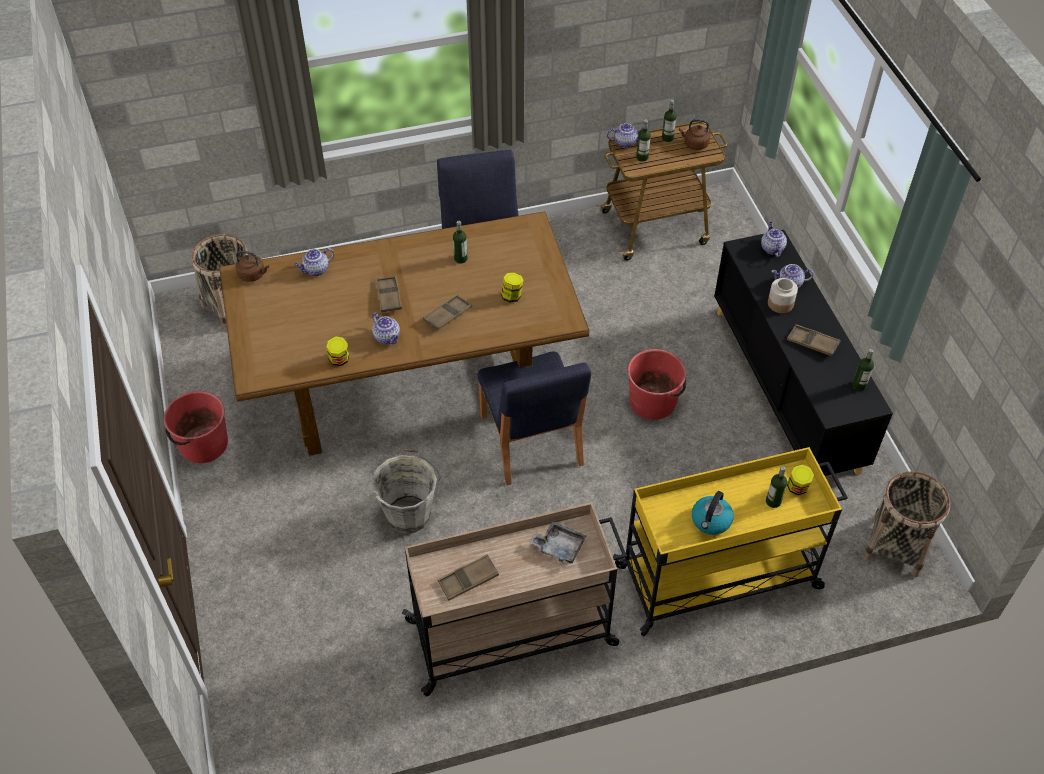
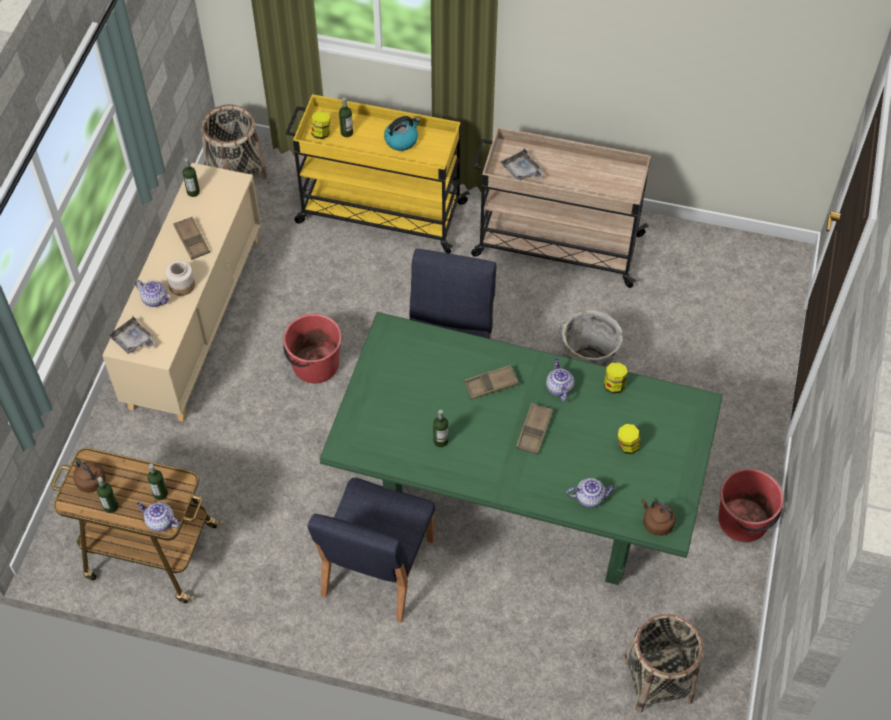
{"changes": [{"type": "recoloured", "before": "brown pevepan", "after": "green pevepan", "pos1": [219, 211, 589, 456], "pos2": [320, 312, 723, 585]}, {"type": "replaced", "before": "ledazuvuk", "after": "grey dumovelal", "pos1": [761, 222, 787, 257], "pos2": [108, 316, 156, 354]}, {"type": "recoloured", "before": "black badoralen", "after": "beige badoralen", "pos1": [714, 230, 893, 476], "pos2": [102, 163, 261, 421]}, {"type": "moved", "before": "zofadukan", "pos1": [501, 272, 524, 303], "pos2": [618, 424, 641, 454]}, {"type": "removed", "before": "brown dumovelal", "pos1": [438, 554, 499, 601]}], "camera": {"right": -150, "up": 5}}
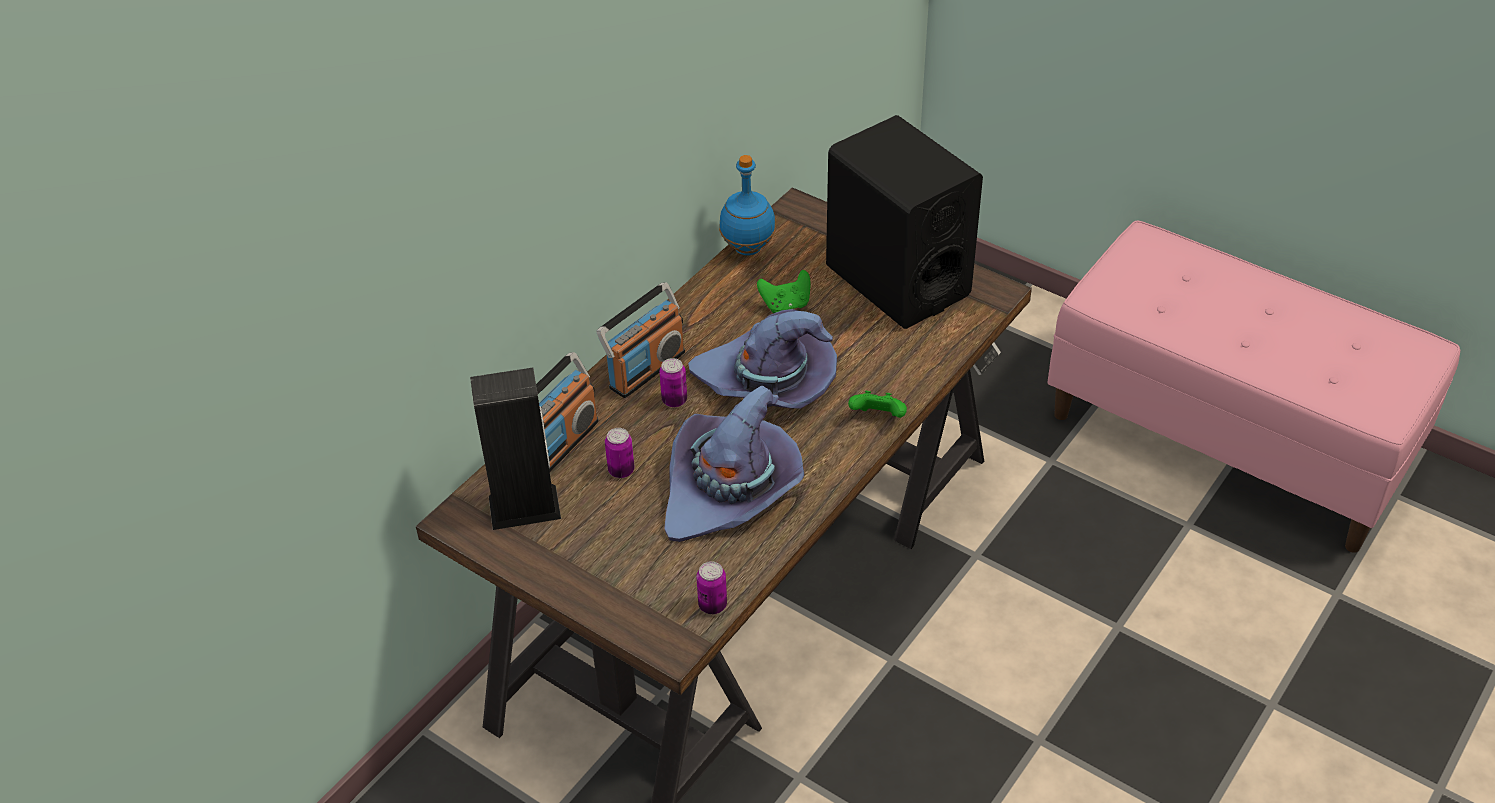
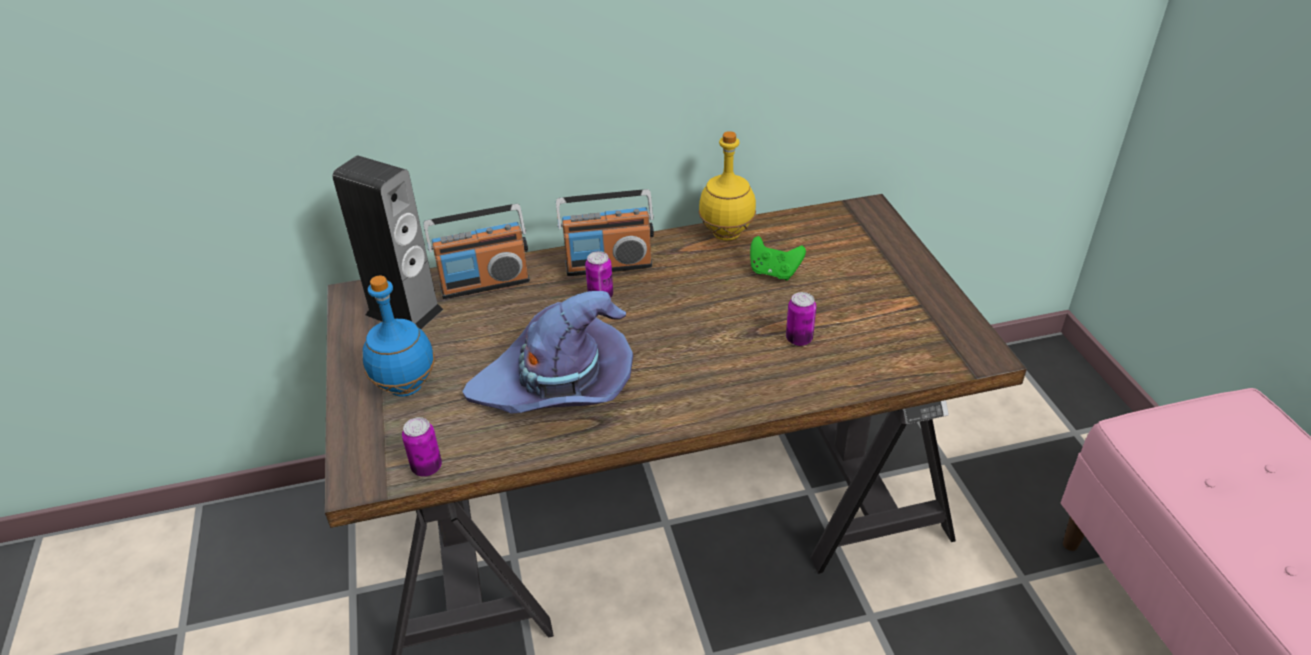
{"changes": [{"type": "removed", "before": "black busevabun", "pos1": [826, 115, 983, 329]}, {"type": "moved", "before": "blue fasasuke", "pos1": [719, 155, 776, 255], "pos2": [363, 276, 435, 397]}, {"type": "removed", "before": "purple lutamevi", "pos1": [688, 309, 837, 409]}, {"type": "removed", "before": "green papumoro", "pos1": [848, 391, 907, 418]}, {"type": "moved", "before": "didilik", "pos1": [605, 428, 635, 478], "pos2": [786, 292, 816, 346]}, {"type": "added", "after": "yellow fasasuke", "pos2": [699, 131, 756, 240]}], "camera": {"right": 40, "up": -5}}
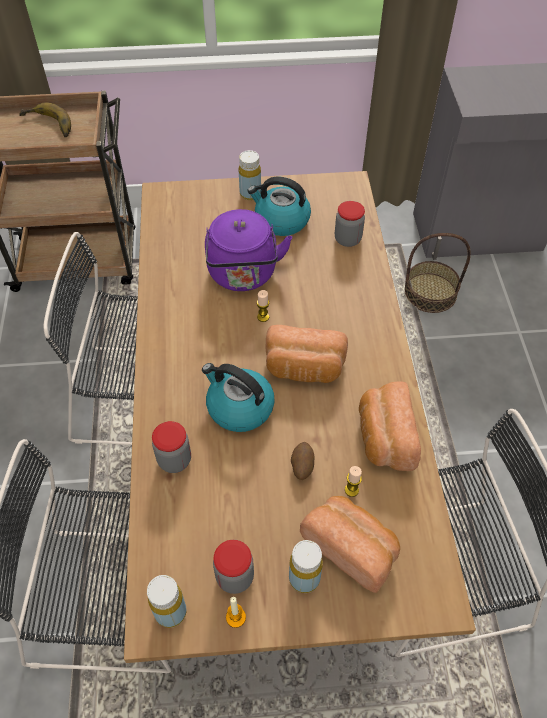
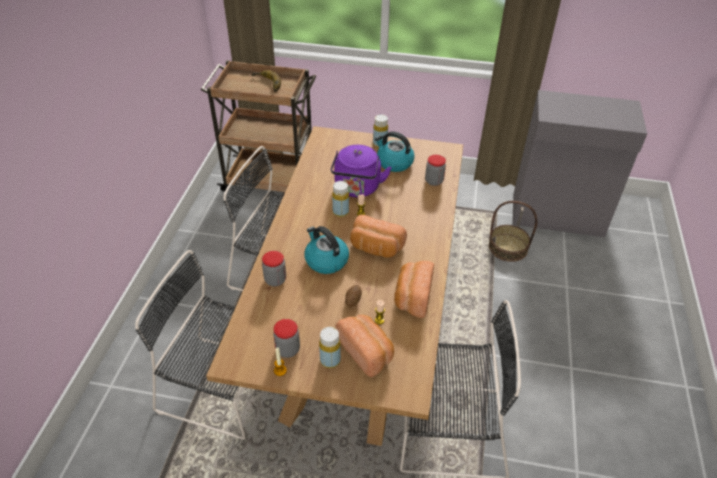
{"changes": [{"type": "moved", "before": "yellow fasasuke", "pos1": [147, 575, 187, 628], "pos2": [332, 181, 349, 217]}], "camera": {"right": 15, "up": -10}}
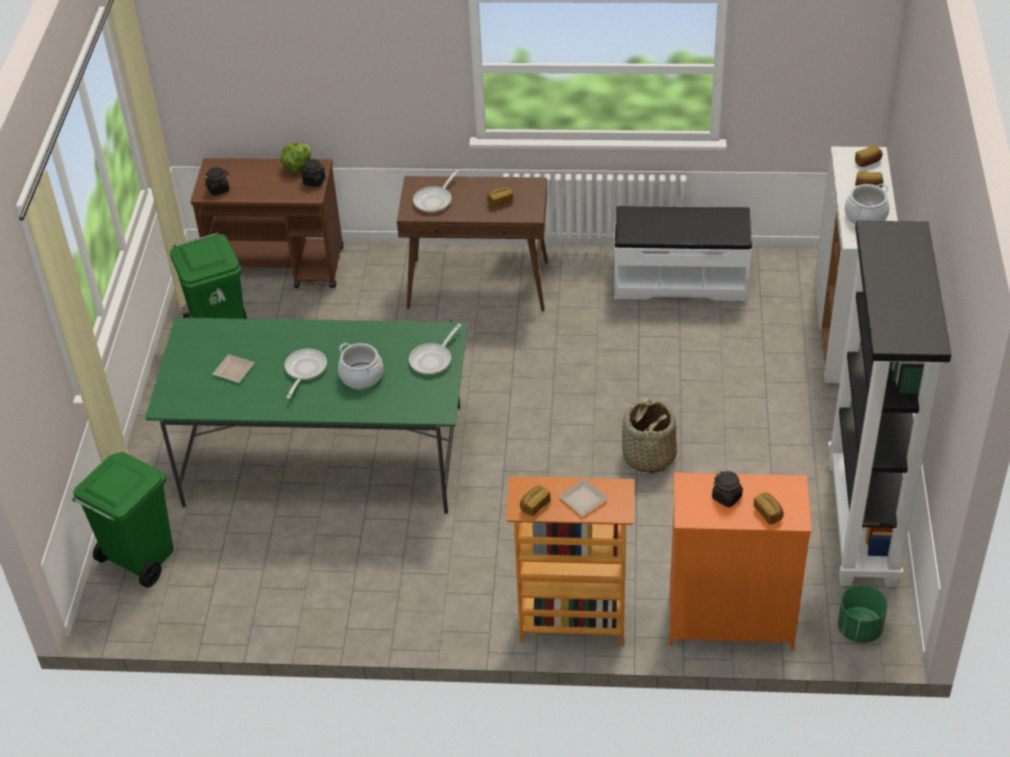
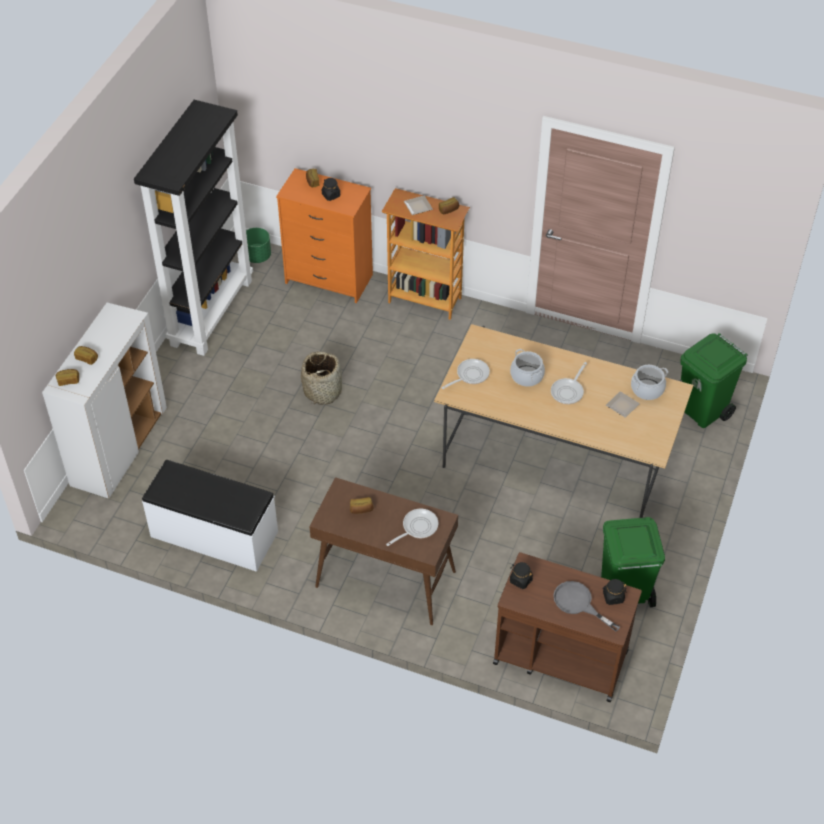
{"changes": [{"type": "removed", "before": "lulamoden", "pos1": [281, 143, 311, 172]}, {"type": "moved", "before": "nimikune", "pos1": [845, 184, 890, 225], "pos2": [631, 365, 668, 400]}, {"type": "recoloured", "before": "green pevepan", "after": "beige pevepan", "pos1": [145, 316, 467, 514], "pos2": [434, 324, 693, 518]}, {"type": "added", "after": "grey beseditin", "pos2": [553, 581, 620, 632]}], "camera": {"right": -165, "up": 5}}
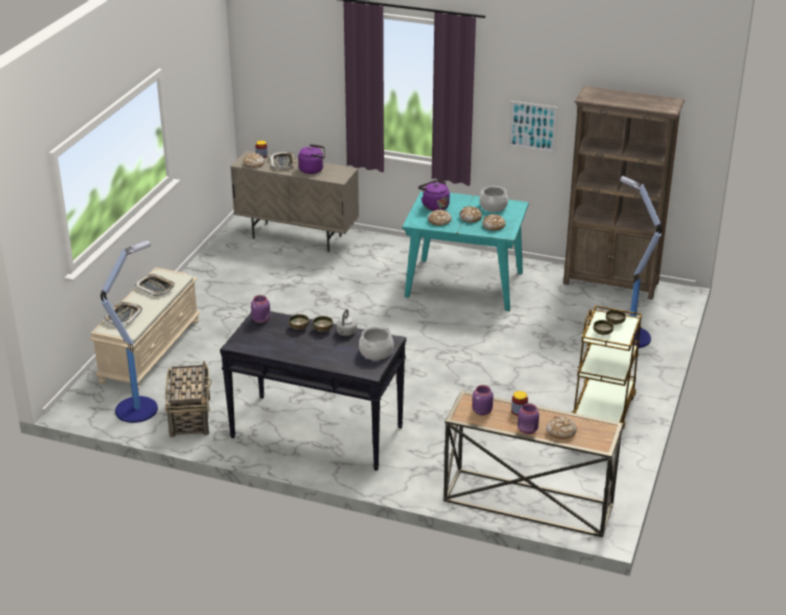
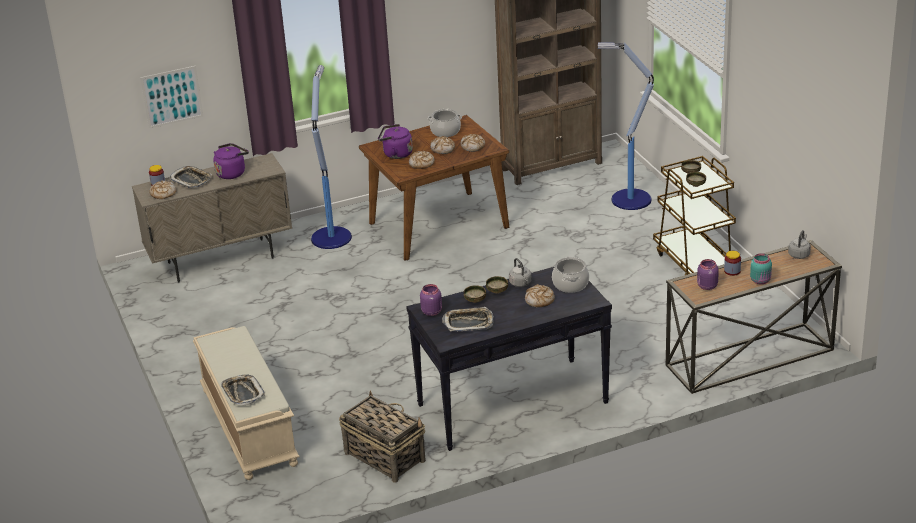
{"changes": [{"type": "moved", "before": "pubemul", "pos1": [507, 101, 558, 153], "pos2": [140, 66, 203, 129]}, {"type": "recoloured", "before": "turquoise pevepan", "after": "brown pevepan", "pos1": [402, 190, 529, 311], "pos2": [359, 115, 509, 261]}, {"type": "moved", "before": "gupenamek", "pos1": [100, 240, 158, 423], "pos2": [311, 65, 352, 249]}, {"type": "moved", "before": "dumovelal", "pos1": [135, 274, 175, 296], "pos2": [442, 307, 493, 332]}, {"type": "recoloured", "before": "purple zofadukan", "after": "turquoise zofadukan", "pos1": [518, 403, 539, 434], "pos2": [750, 253, 772, 284]}, {"type": "moved", "before": "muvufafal", "pos1": [546, 416, 577, 439], "pos2": [525, 284, 555, 307]}, {"type": "added", "after": "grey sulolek", "pos2": [788, 230, 811, 259]}], "camera": {"right": -40, "up": 0}}
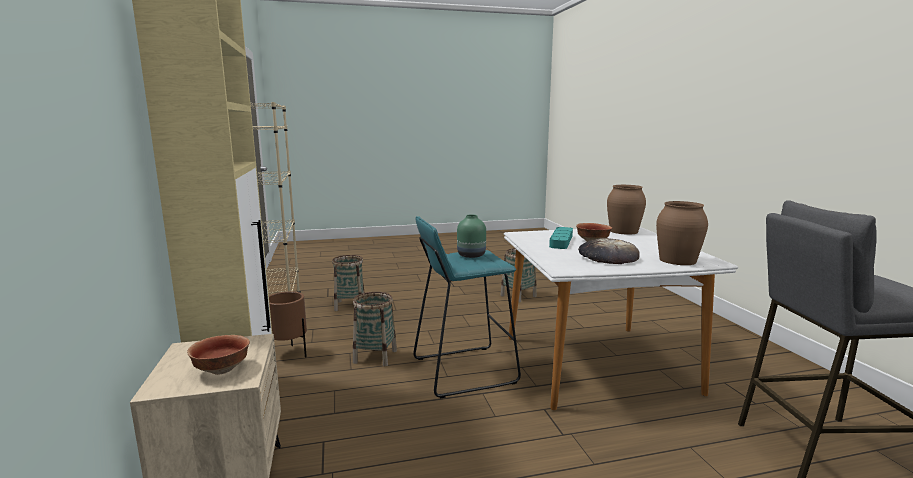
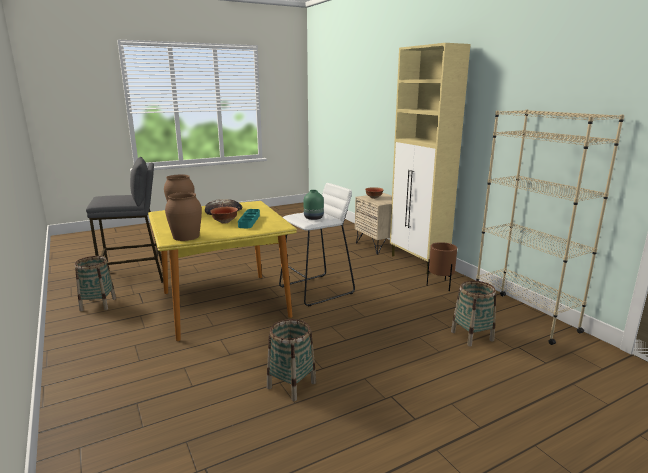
{"changes": [{"type": "recoloured", "before": "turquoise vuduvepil", "after": "white vuduvepil", "pos1": [413, 216, 521, 398], "pos2": [279, 183, 355, 307]}, {"type": "recoloured", "before": "white pevepan", "after": "yellow pevepan", "pos1": [504, 228, 738, 410], "pos2": [148, 201, 297, 341]}, {"type": "moved", "before": "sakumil", "pos1": [353, 292, 397, 366], "pos2": [75, 256, 116, 311]}], "camera": {"right": 165, "up": 5}}
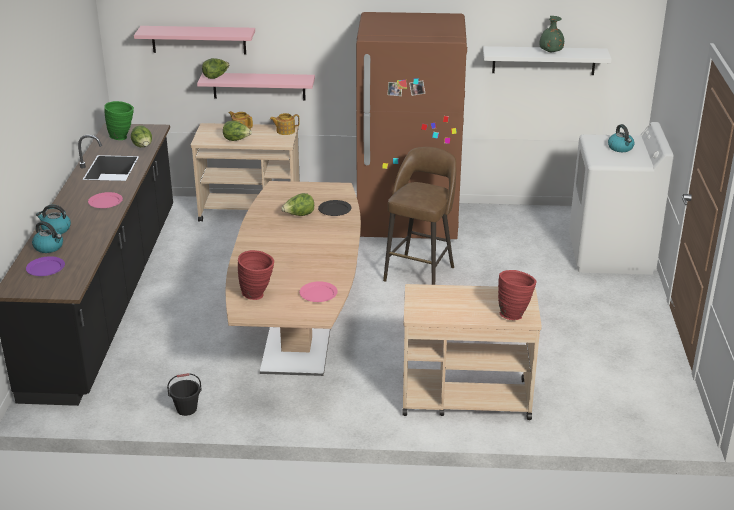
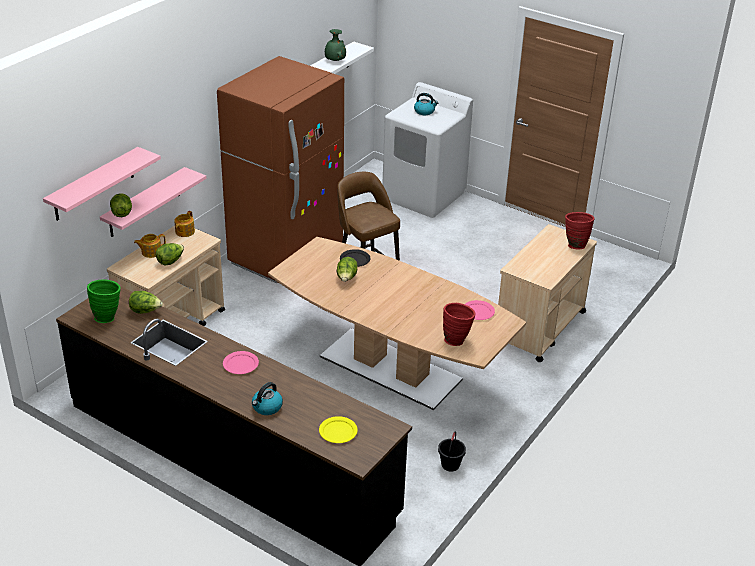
{"changes": [{"type": "removed", "before": "sulolek", "pos1": [32, 221, 63, 253]}, {"type": "recoloured", "before": "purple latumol", "after": "yellow latumol", "pos1": [26, 256, 65, 276], "pos2": [319, 416, 358, 443]}], "camera": {"right": -60, "up": 5}}
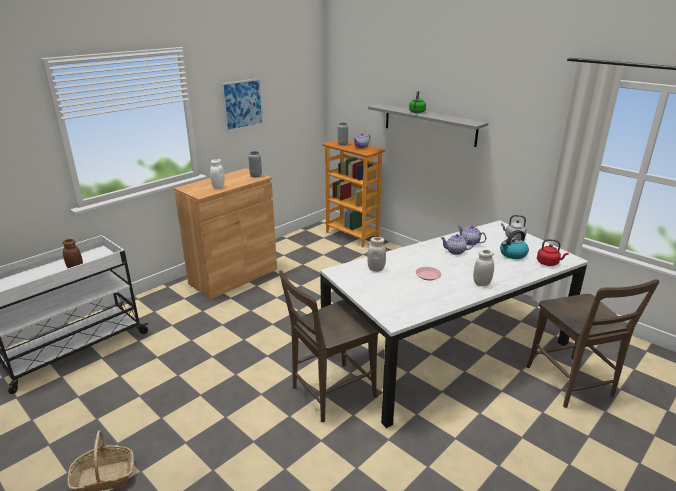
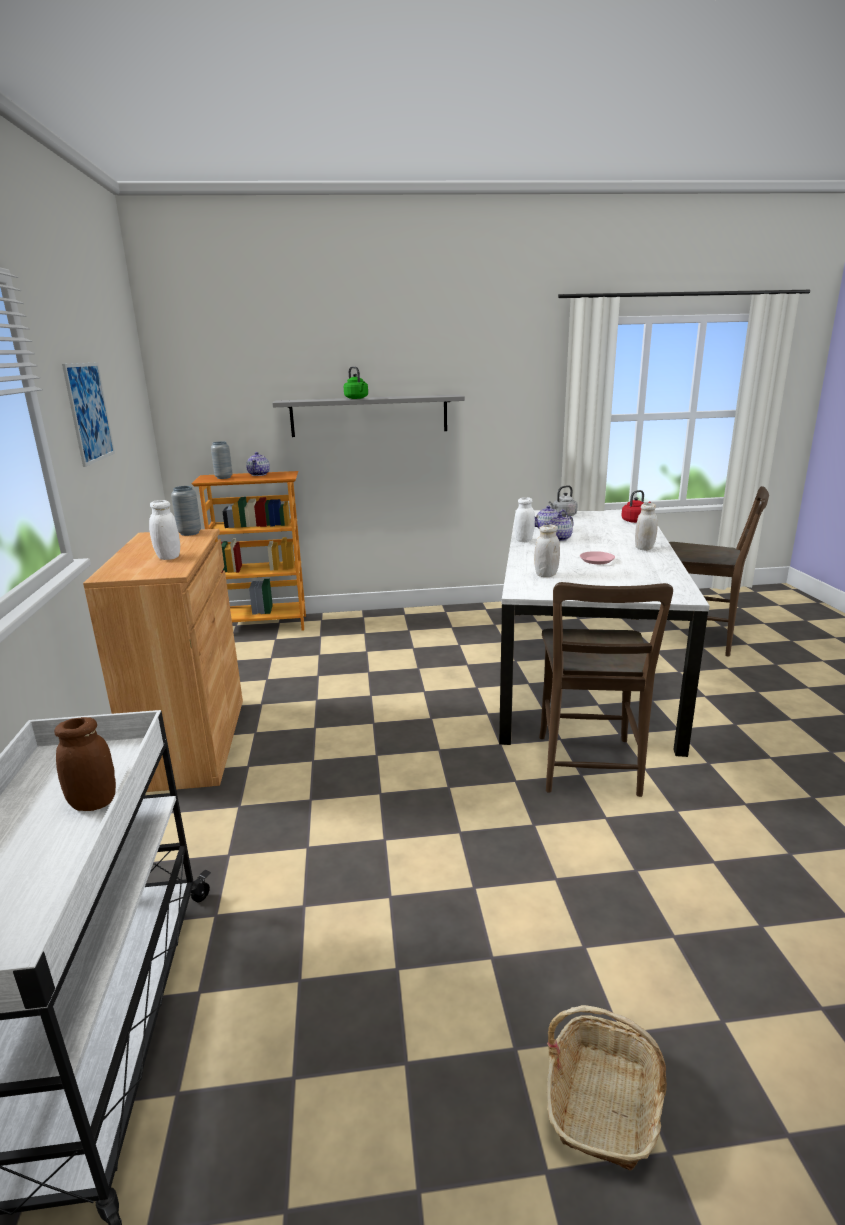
{"changes": [{"type": "removed", "before": "sulolek", "pos1": [500, 230, 529, 259]}, {"type": "added", "after": "white zofadukan", "pos2": [514, 497, 535, 542]}], "camera": {"right": -50, "up": -5}}
